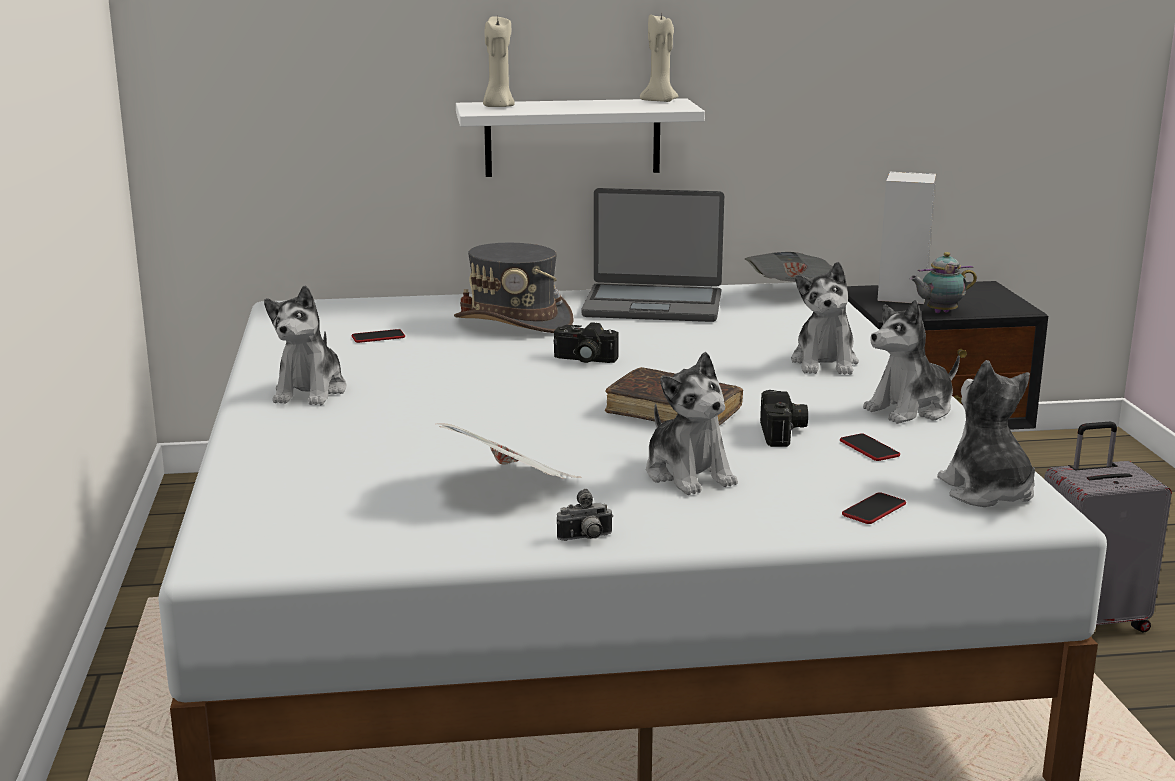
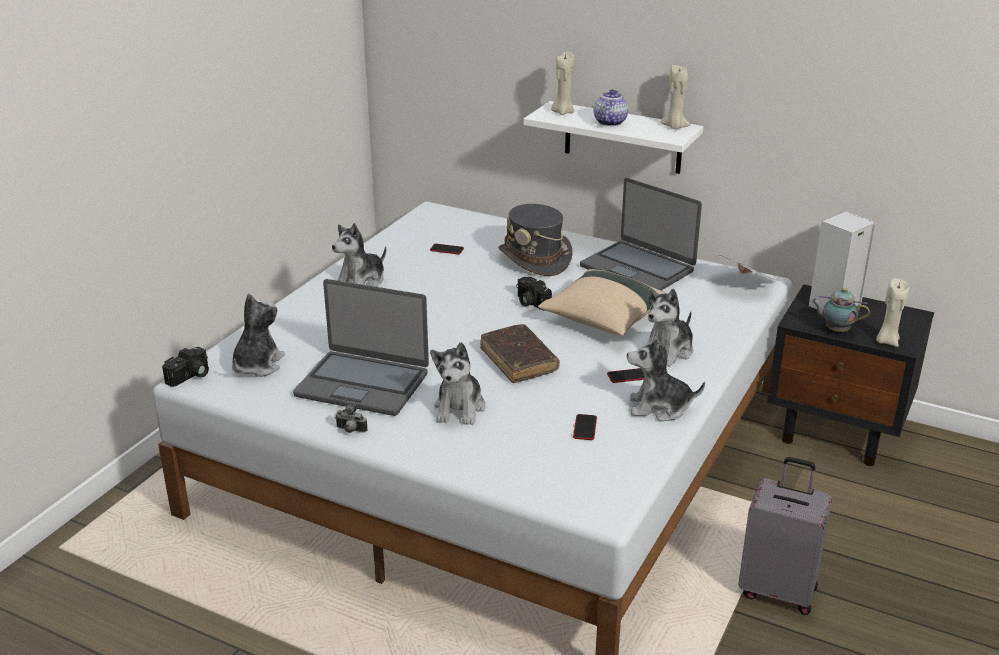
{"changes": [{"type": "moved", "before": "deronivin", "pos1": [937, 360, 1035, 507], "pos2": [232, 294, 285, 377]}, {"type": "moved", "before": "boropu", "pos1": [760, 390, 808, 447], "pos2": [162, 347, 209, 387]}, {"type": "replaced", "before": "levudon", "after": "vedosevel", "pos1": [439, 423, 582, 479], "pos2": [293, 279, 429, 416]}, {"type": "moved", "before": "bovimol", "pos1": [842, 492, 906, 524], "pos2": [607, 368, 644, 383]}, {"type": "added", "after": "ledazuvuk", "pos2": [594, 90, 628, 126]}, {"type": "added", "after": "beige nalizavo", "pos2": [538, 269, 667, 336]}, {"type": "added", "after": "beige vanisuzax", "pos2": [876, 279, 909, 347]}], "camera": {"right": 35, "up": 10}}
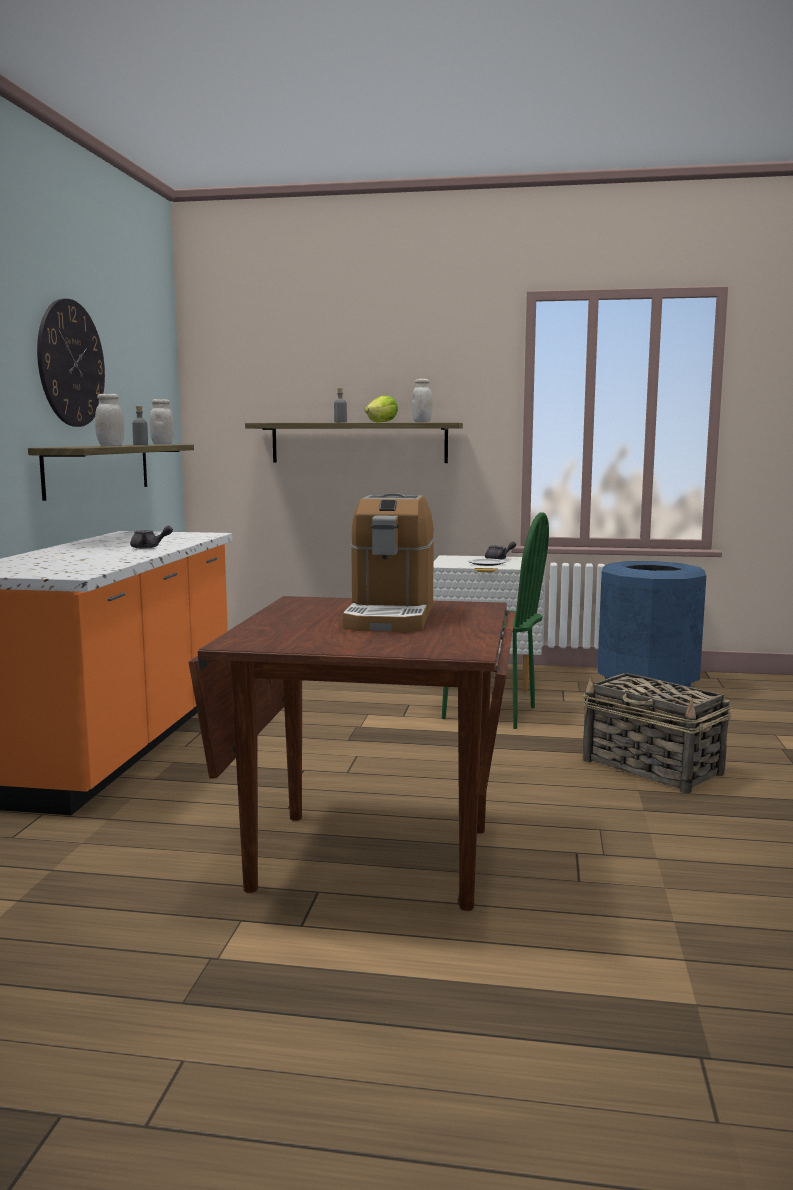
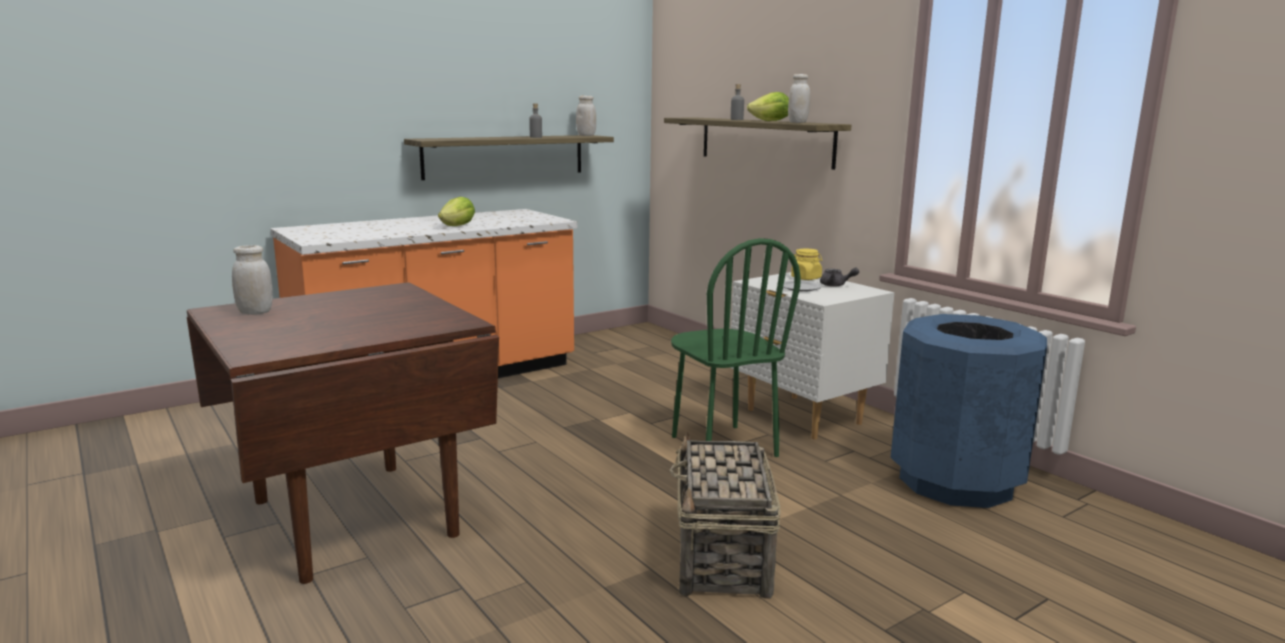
{"changes": [{"type": "removed", "before": "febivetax", "pos1": [37, 299, 105, 427]}, {"type": "moved", "before": "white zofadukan", "pos1": [95, 394, 124, 446], "pos2": [232, 245, 273, 315]}, {"type": "removed", "before": "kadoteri", "pos1": [343, 493, 434, 632]}, {"type": "replaced", "before": "grey ledazuvuk", "after": "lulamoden", "pos1": [130, 526, 173, 549], "pos2": [438, 197, 475, 226]}, {"type": "added", "after": "yellow zofadukan", "pos2": [791, 248, 822, 280]}], "camera": {"right": 45, "up": 5}}
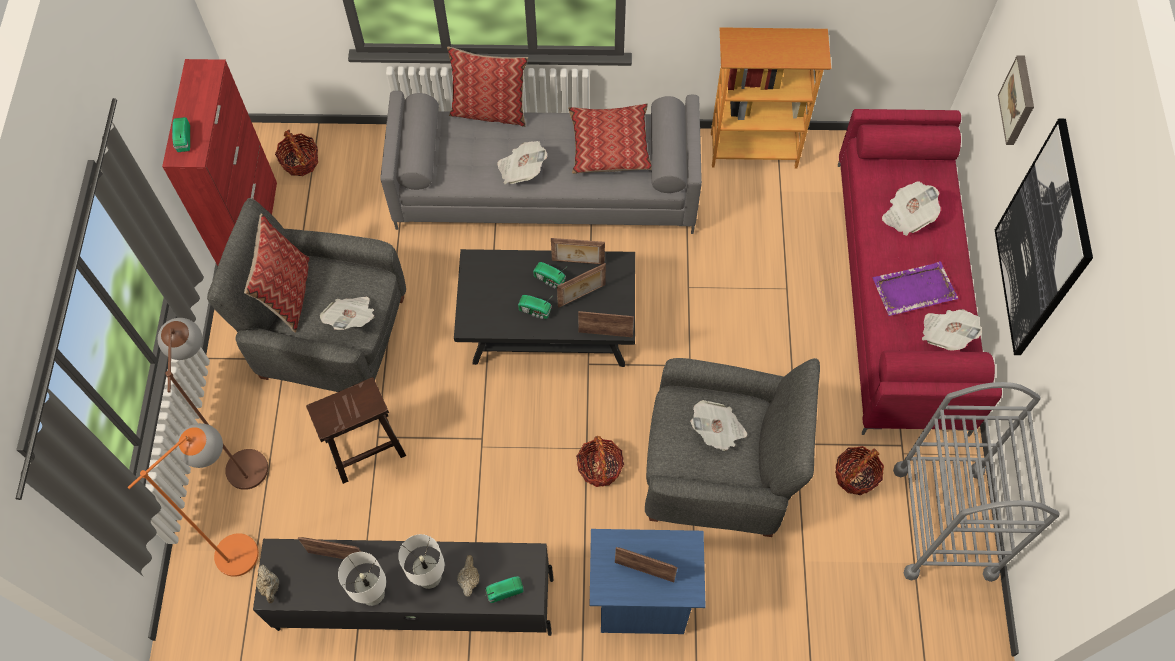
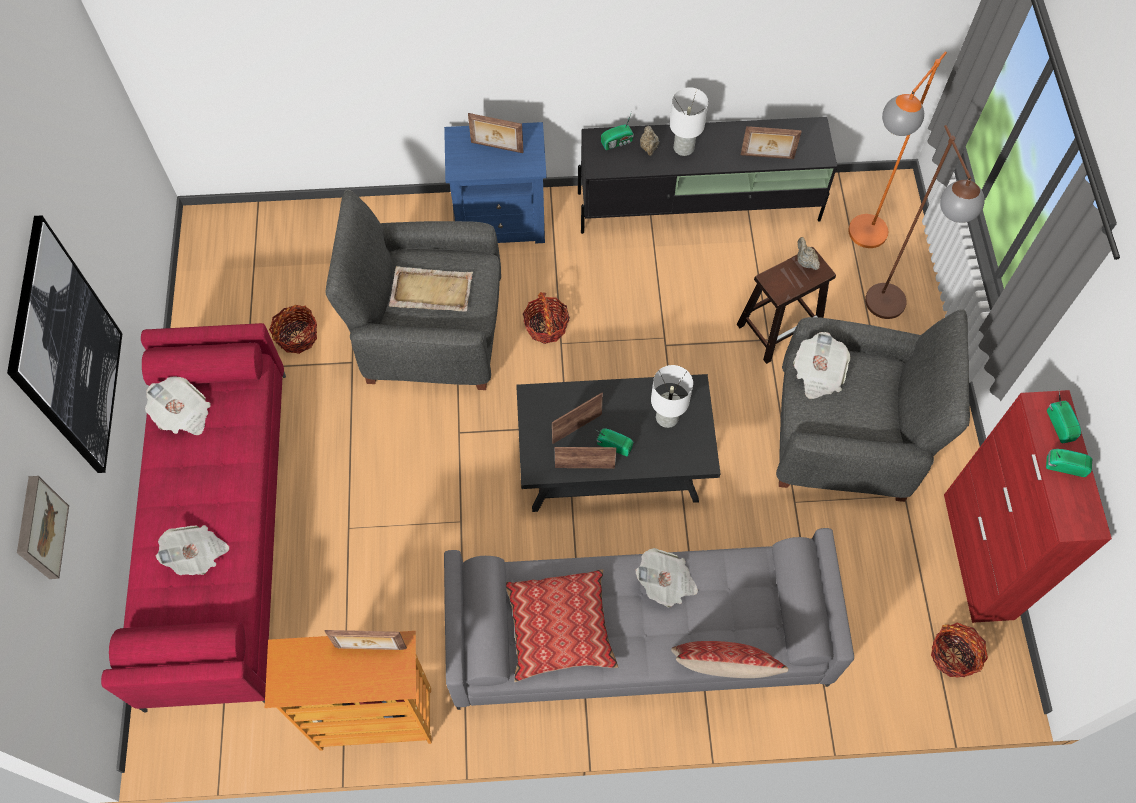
{"changes": [{"type": "removed", "before": "nalizavo", "pos1": [244, 214, 310, 333]}, {"type": "removed", "before": "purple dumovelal", "pos1": [873, 261, 958, 316]}, {"type": "moved", "before": "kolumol", "pos1": [518, 295, 552, 319], "pos2": [1046, 449, 1092, 477]}, {"type": "moved", "before": "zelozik", "pos1": [578, 311, 634, 337], "pos2": [324, 630, 407, 650]}, {"type": "removed", "before": "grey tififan", "pos1": [893, 382, 1060, 582]}, {"type": "replaced", "before": "levudon", "after": "beige dumovelal", "pos1": [690, 400, 747, 451], "pos2": [389, 266, 473, 312]}, {"type": "moved", "before": "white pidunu", "pos1": [338, 552, 386, 606], "pos2": [651, 365, 693, 428]}, {"type": "moved", "before": "beige ledazuvuk", "pos1": [256, 565, 279, 603], "pos2": [798, 237, 820, 270]}], "camera": {"right": 175, "up": 0}}
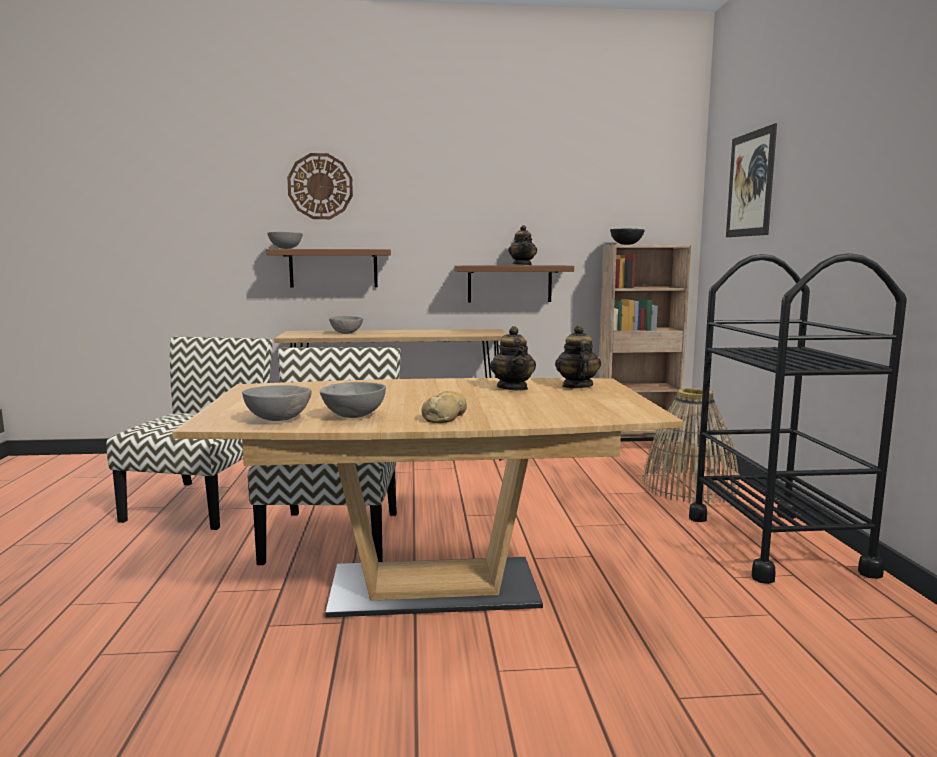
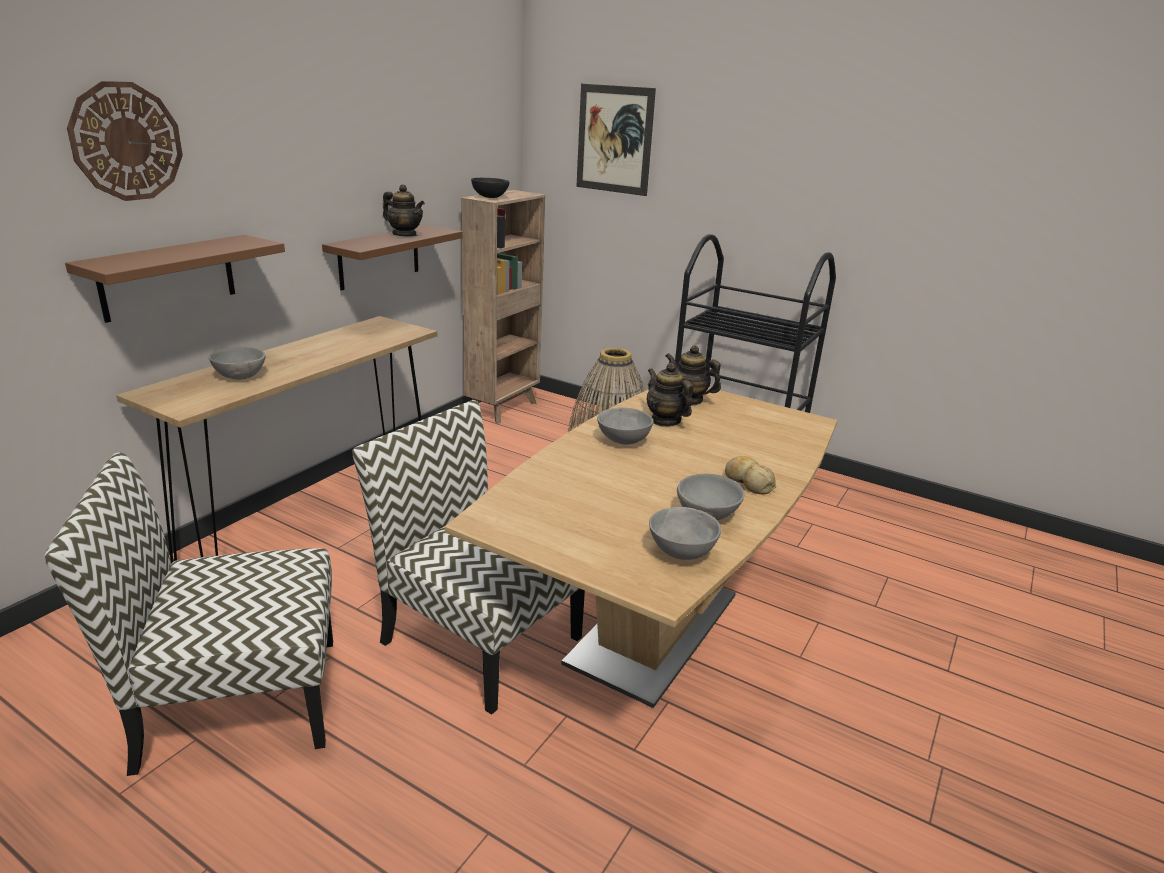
{"changes": [{"type": "moved", "before": "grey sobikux", "pos1": [267, 232, 303, 249], "pos2": [597, 408, 654, 445]}, {"type": "turned", "before": "ledazuvuk", "pos1": [490, 326, 536, 391], "pos2": [647, 363, 693, 427], "turn": -150}, {"type": "turned", "before": "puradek", "pos1": [106, 337, 273, 530], "pos2": [45, 452, 333, 776], "turn": -60}], "camera": {"right": -55, "up": 15}}
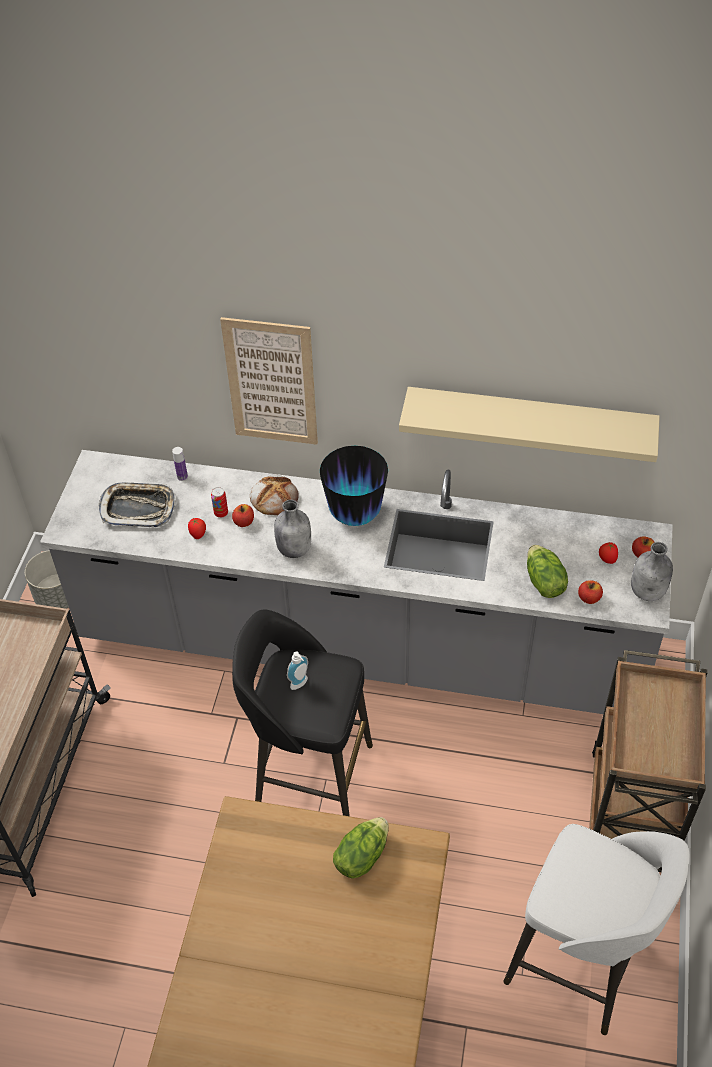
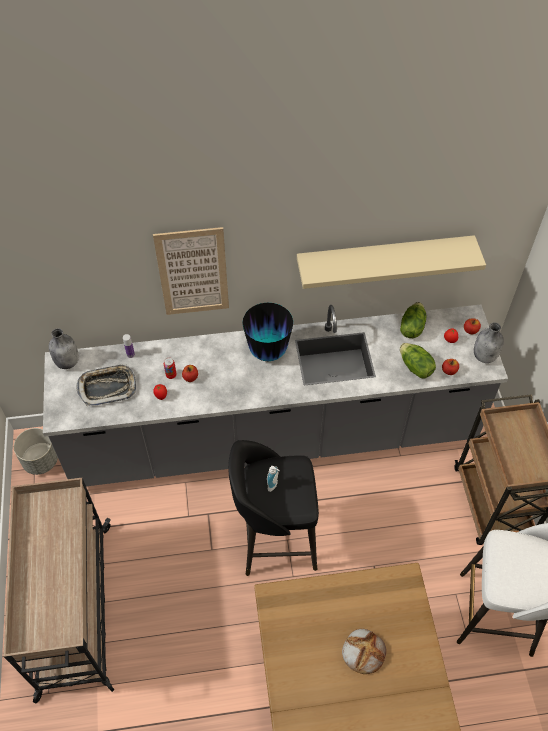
{"changes": [{"type": "moved", "before": "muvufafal", "pos1": [250, 475, 299, 515], "pos2": [342, 628, 386, 674]}, {"type": "moved", "before": "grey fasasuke", "pos1": [274, 500, 311, 558], "pos2": [49, 328, 79, 369]}, {"type": "moved", "before": "lulamoden", "pos1": [333, 817, 389, 879], "pos2": [400, 302, 427, 338]}], "camera": {"right": -20, "up": 5}}
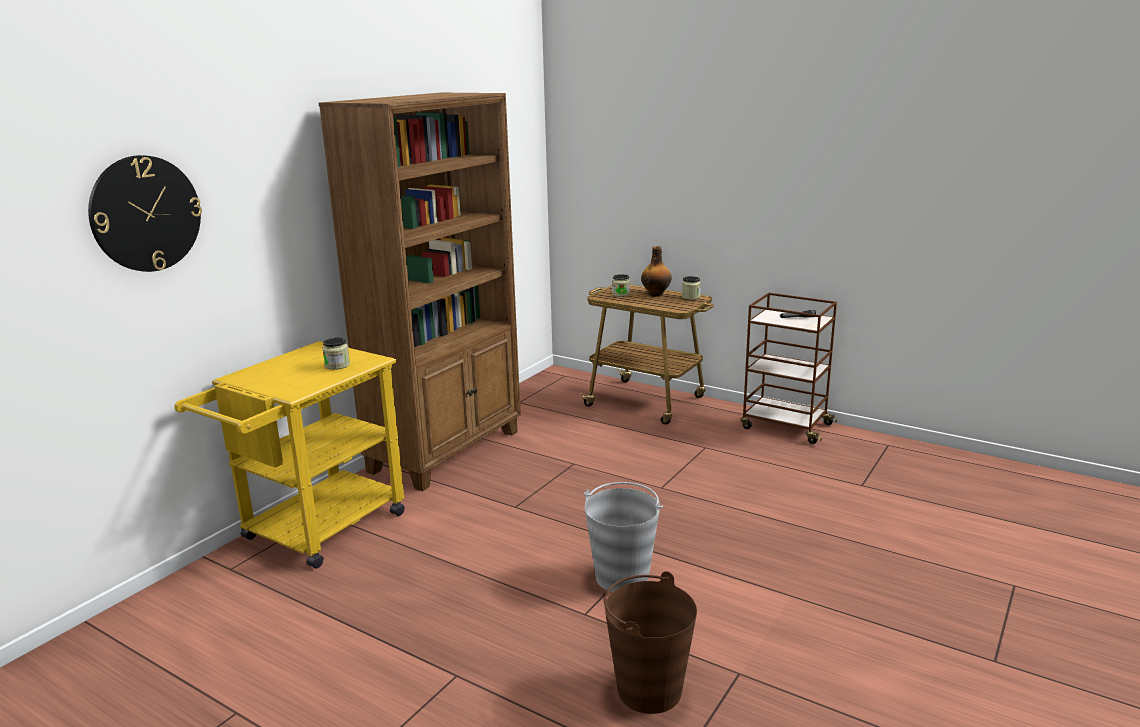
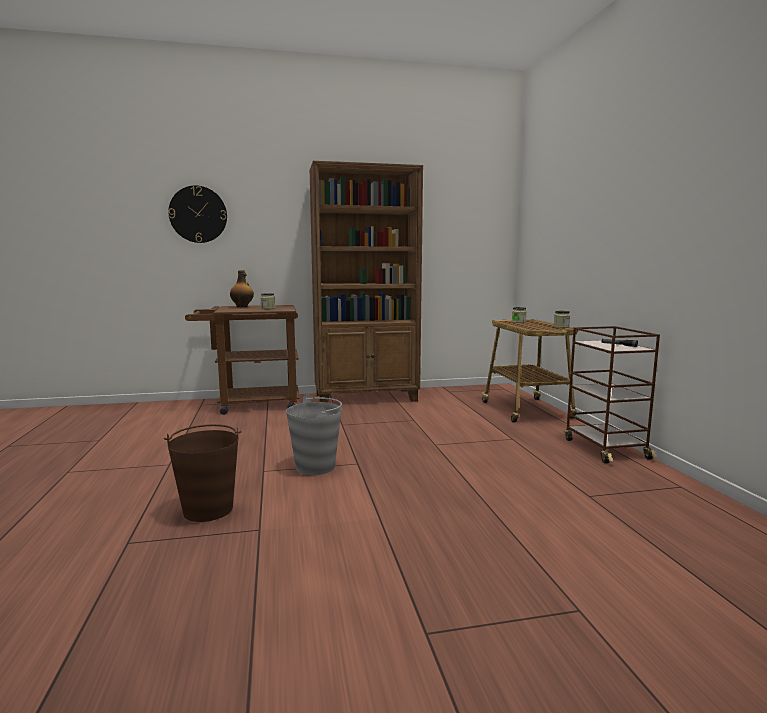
{"changes": [{"type": "moved", "before": "fasasuke", "pos1": [641, 246, 672, 297], "pos2": [230, 270, 254, 307]}, {"type": "recoloured", "before": "yellow tififan", "after": "brown tififan", "pos1": [174, 341, 405, 569], "pos2": [185, 305, 300, 415]}], "camera": {"right": 45, "up": -10}}
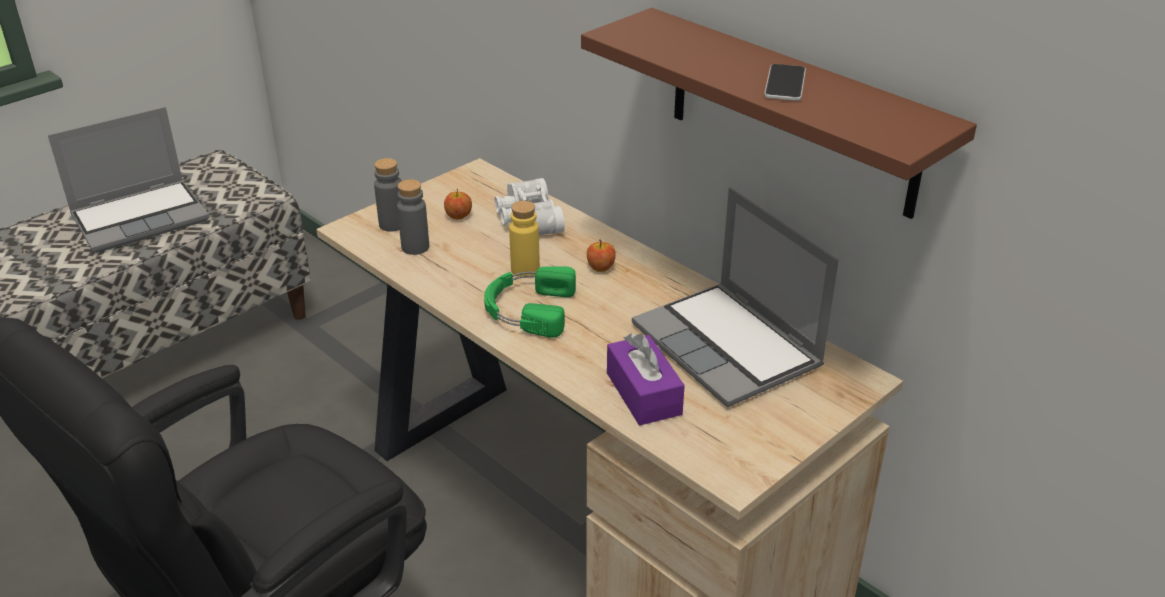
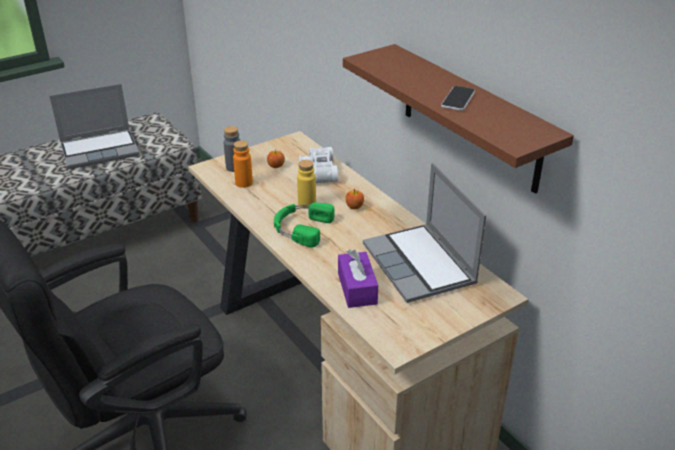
{"changes": [{"type": "recoloured", "before": "grey fasasuke", "after": "orange fasasuke", "pos1": [397, 179, 429, 255], "pos2": [233, 141, 253, 188]}], "camera": {"right": 10, "up": 0}}
